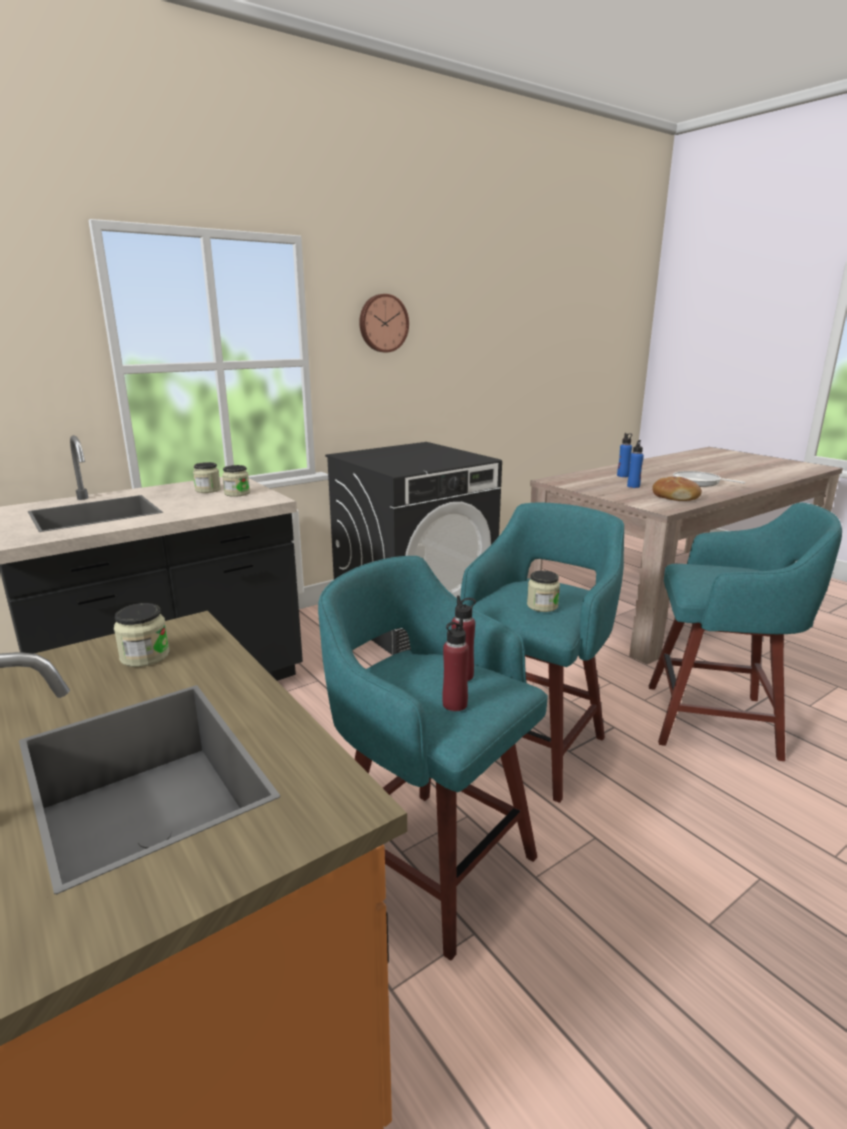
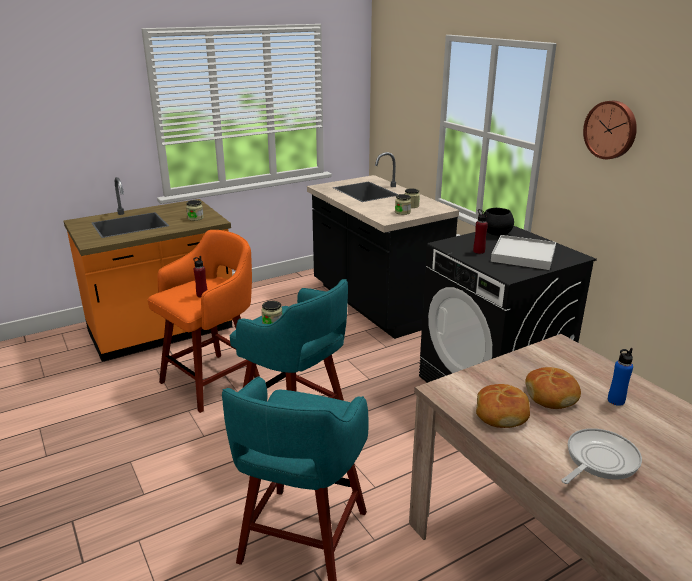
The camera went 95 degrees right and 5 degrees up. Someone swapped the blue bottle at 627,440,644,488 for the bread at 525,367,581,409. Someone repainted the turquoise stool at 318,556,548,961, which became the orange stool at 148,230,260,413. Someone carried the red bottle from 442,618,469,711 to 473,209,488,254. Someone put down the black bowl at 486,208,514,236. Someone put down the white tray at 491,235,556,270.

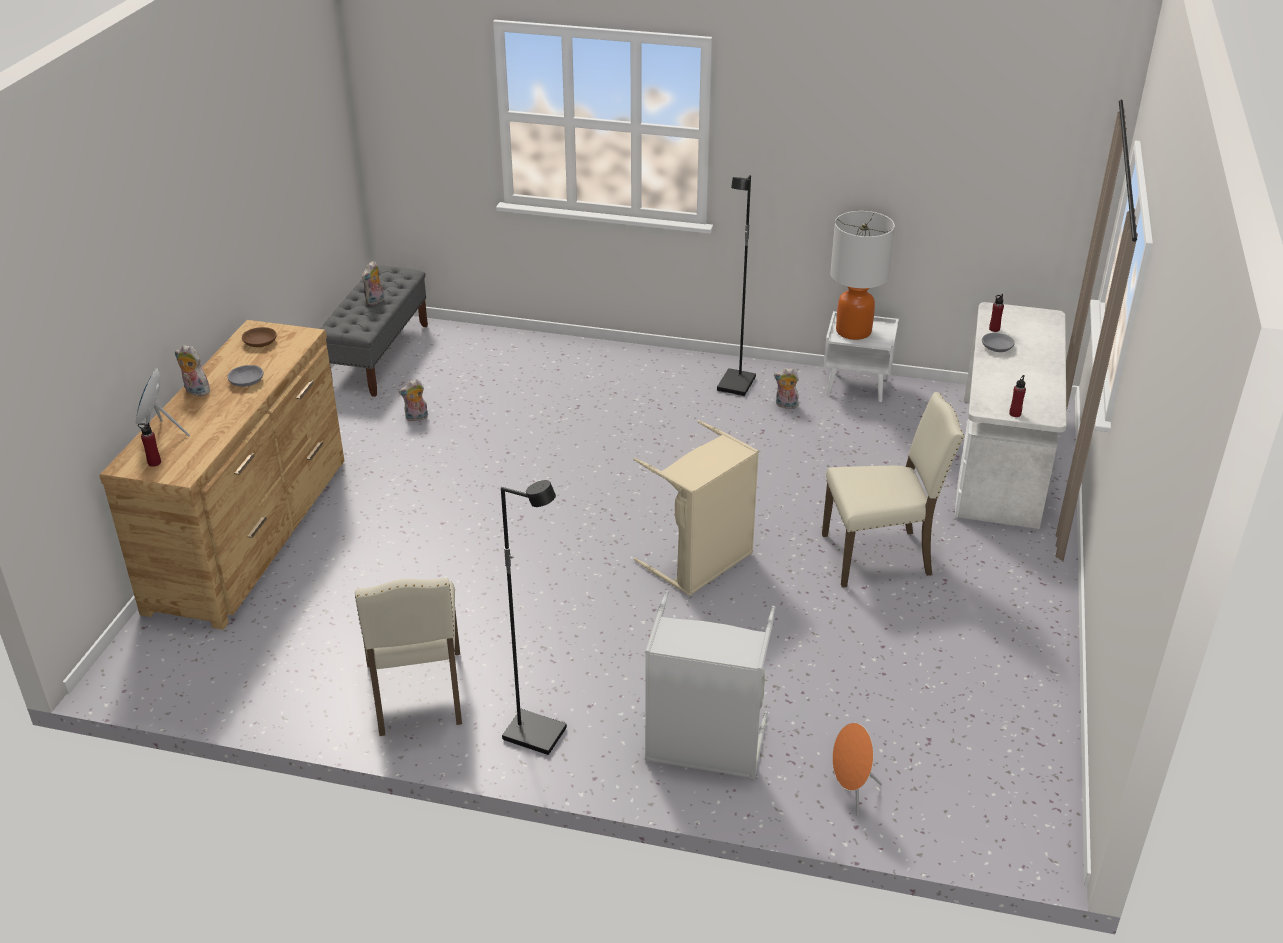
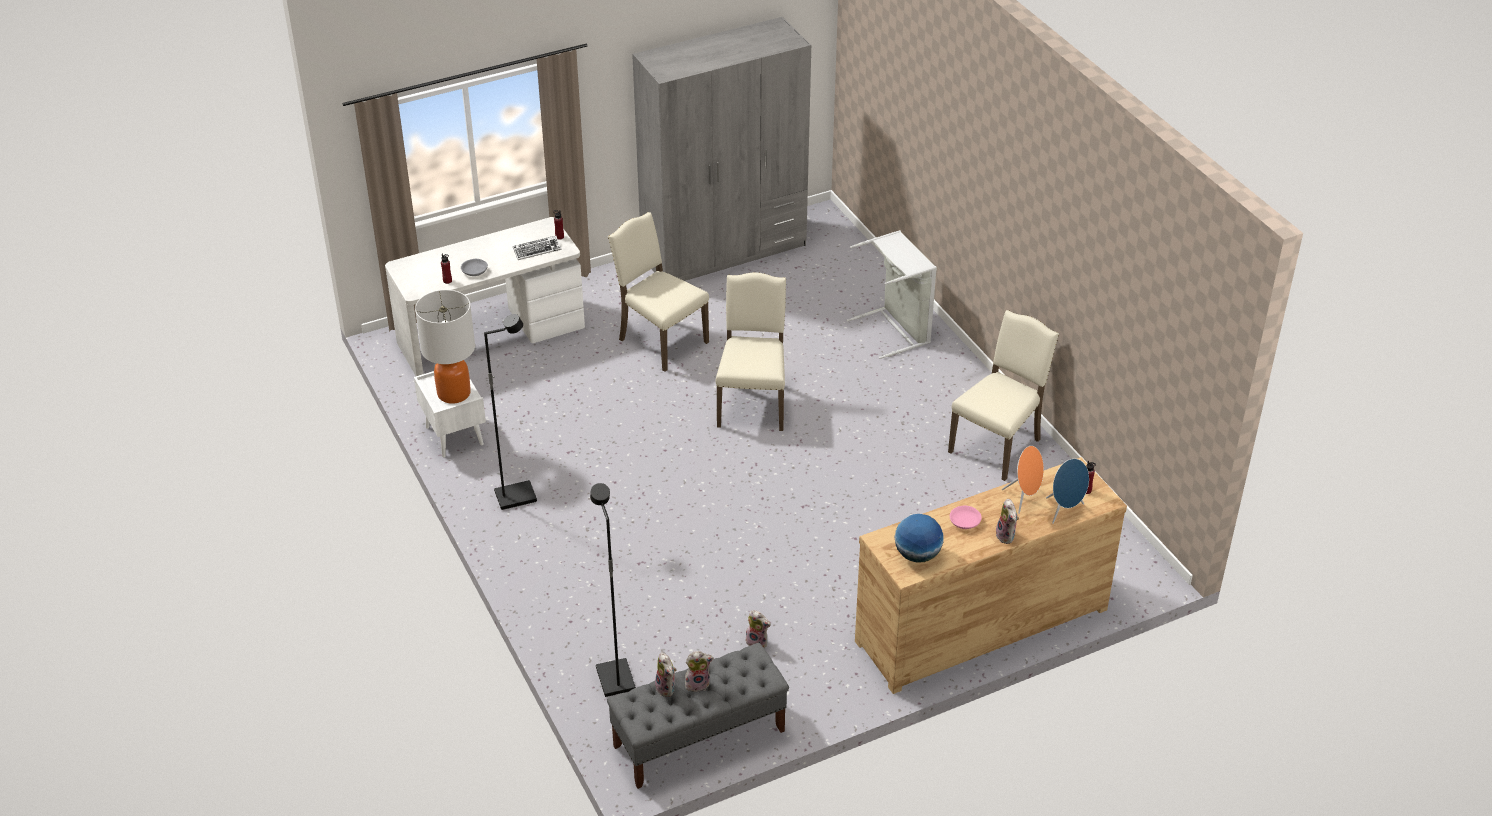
The camera went 130 degrees left and 5 degrees up. Someone swapped the brown bowl at 242,327,277,347 for the globe at 895,514,943,563. Someone repainted the grey bowl at 227,365,263,387, which became the pink bowl at 950,506,982,529. Someone carried the plush toy from 774,368,799,409 to 655,652,677,697. Someone swapped the beige laundry basket at 633,420,759,596 for the beige chair at 716,272,786,431. Someone carried the black floor lamp from 501,480,567,755 to 590,483,636,697. Someone carried the orange speaker from 832,723,882,816 to 1002,446,1044,514. Someone put down the grey wardrobe at 632,17,811,281. Someone put down the keyboard at 513,236,561,260.

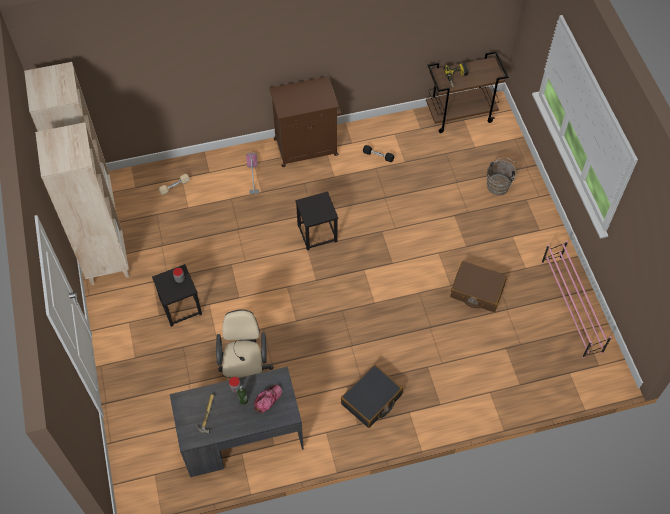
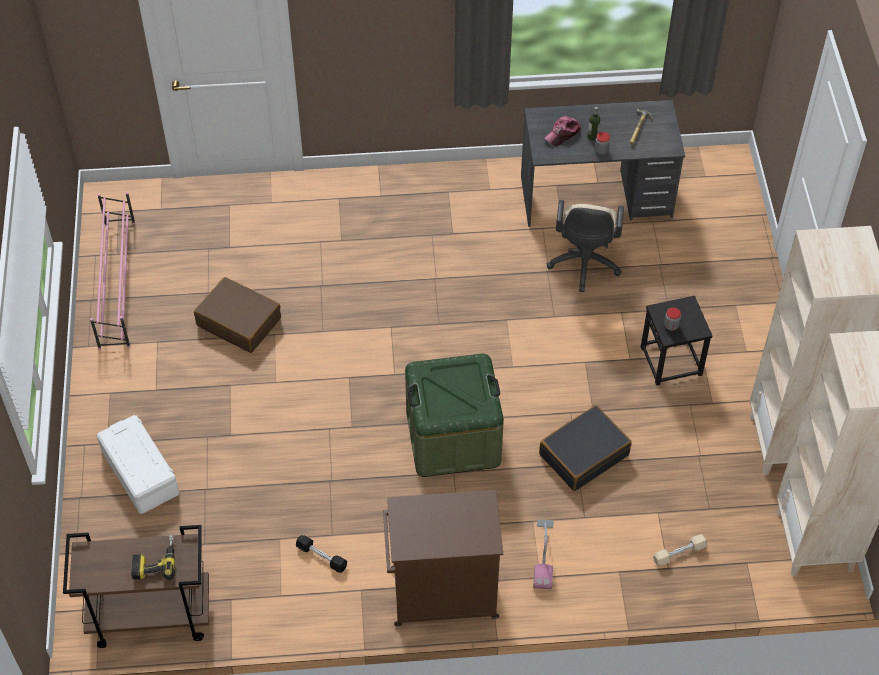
The camera went 170 degrees left and 5 degrees down. Someone swapped the brown bucket at 486,158,519,195 for the white storage box at 97,415,179,514. Someone swapped the black stool at 295,191,338,250 for the green storage box at 405,353,504,477. Someone carried the black suitcase from 341,365,403,428 to 539,405,632,491.

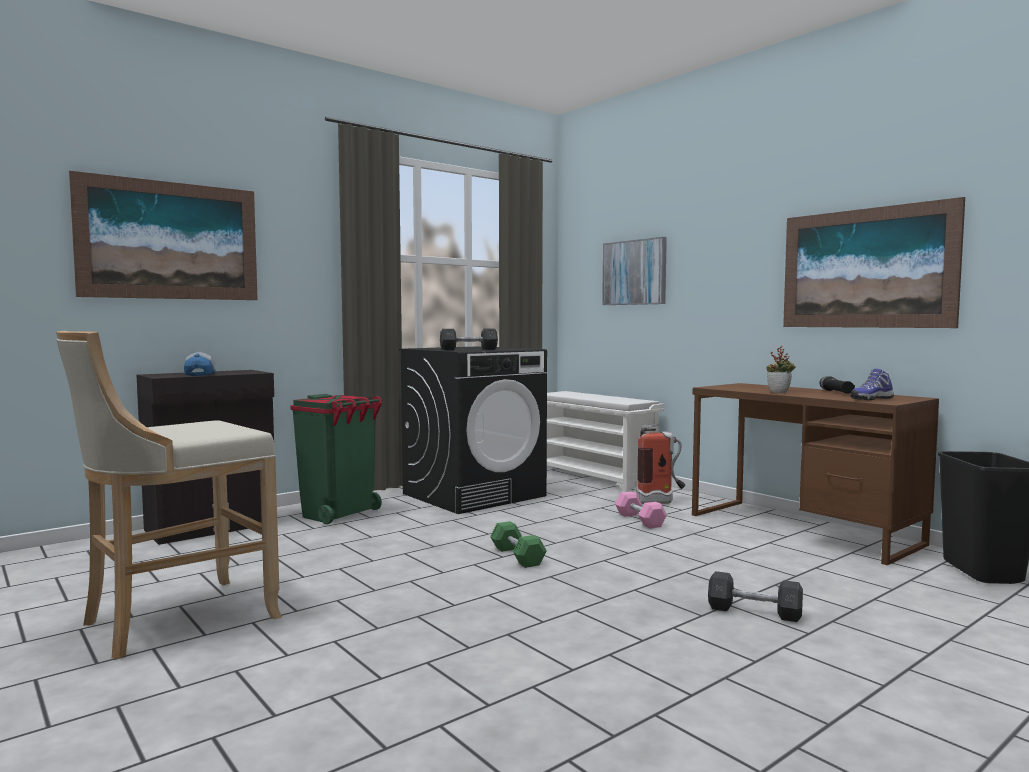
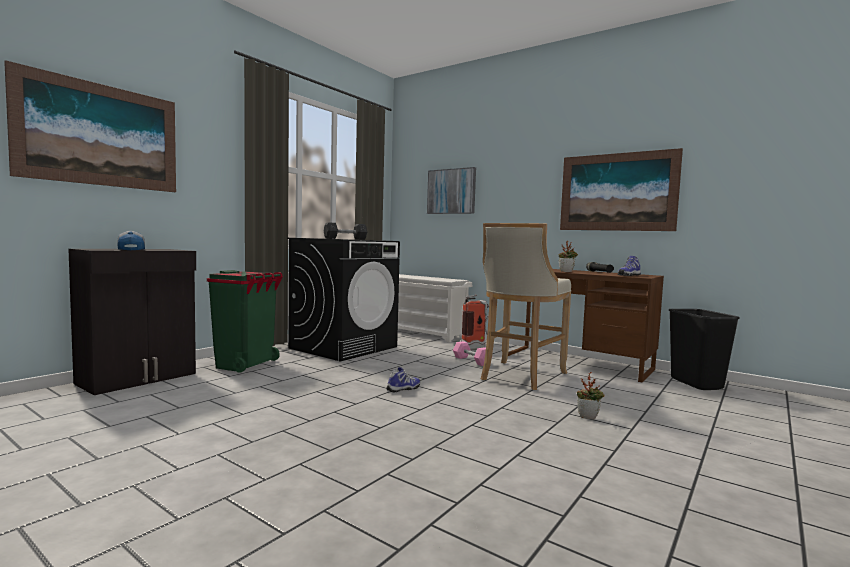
The camera went 15 degrees left and 0 degrees up. Someone carried the beige stool from 56,331,282,659 to 481,223,571,390. Someone swapped the green dumbbell at 490,521,547,568 for the shoe at 386,367,420,392. Someone swapped the grey dumbbell at 708,571,803,622 for the potted plant at 577,372,605,419.

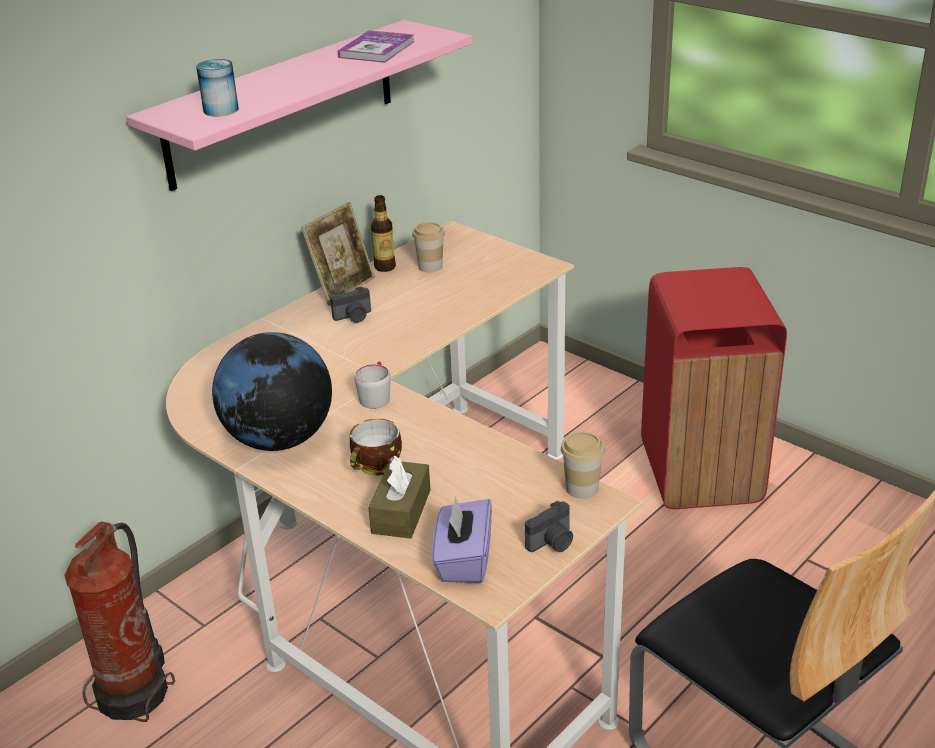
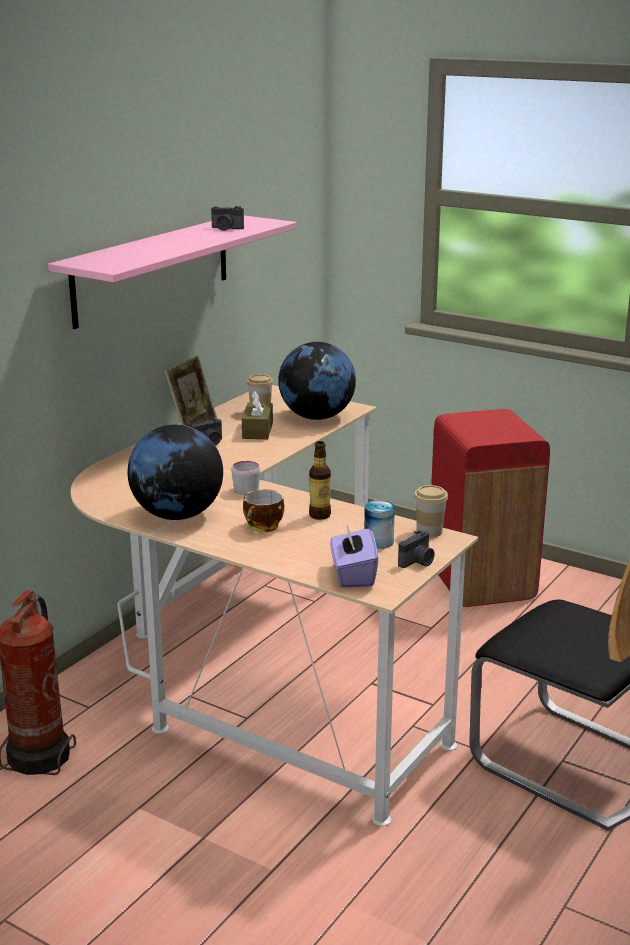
The camera went 10 degrees left and 10 degrees down. Someone swapped the book at 338,30,414,63 for the photo camera at 211,206,244,231. Someone carried the can from 196,59,239,116 to 364,500,395,549. Someone carried the bottle from 371,195,396,272 to 309,441,331,520. Someone carried the brown tissue box from 368,456,430,539 to 242,391,273,439. Someone put down the globe at 278,342,356,420.

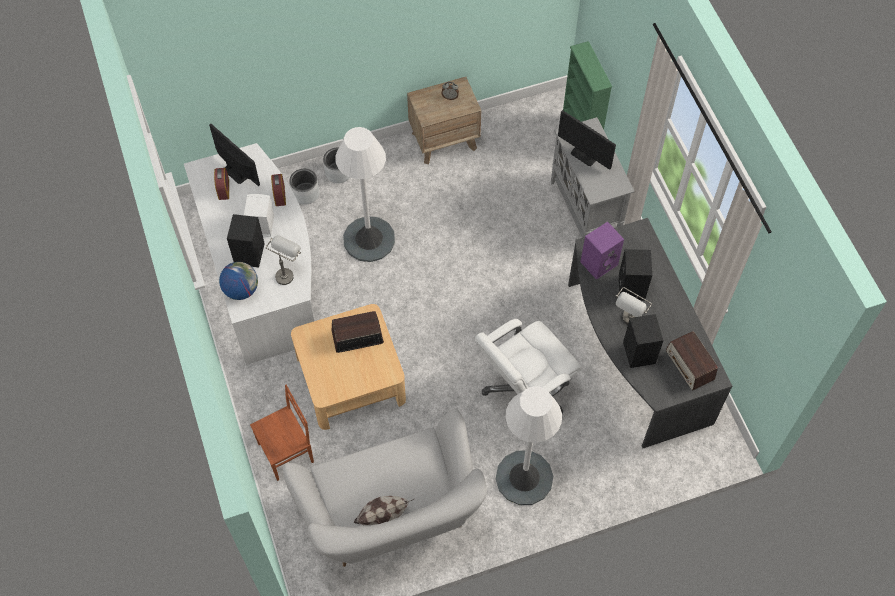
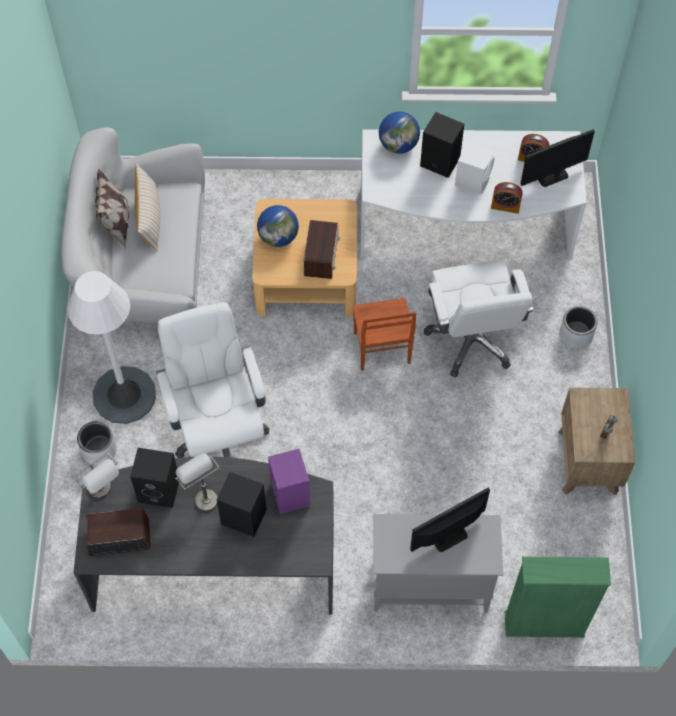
The camera went 110 degrees right and 0 degrees up. Someone swapped the white floor lamp at 335,127,395,262 for the white office chair at 424,260,534,377. Someone carried the grey planter from 289,169,320,204 to 77,421,117,465. Someone carried the grey table lamp from 266,236,301,285 to 75,453,119,499. Someone carried the brown chair from 250,385,314,481 to 353,298,416,371. Someone put down the beige pillow at 135,163,160,251. Someone put down the globe at 257,205,299,247.

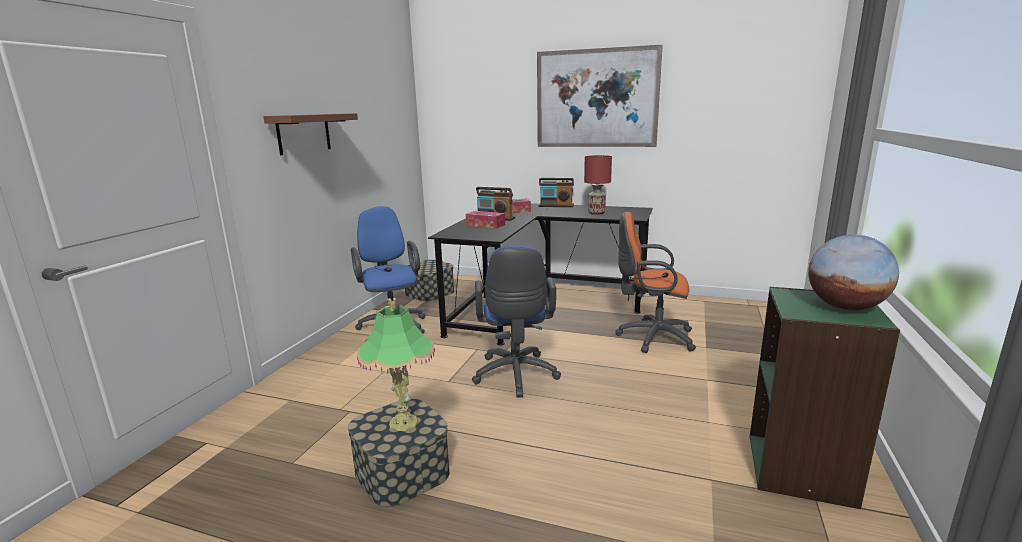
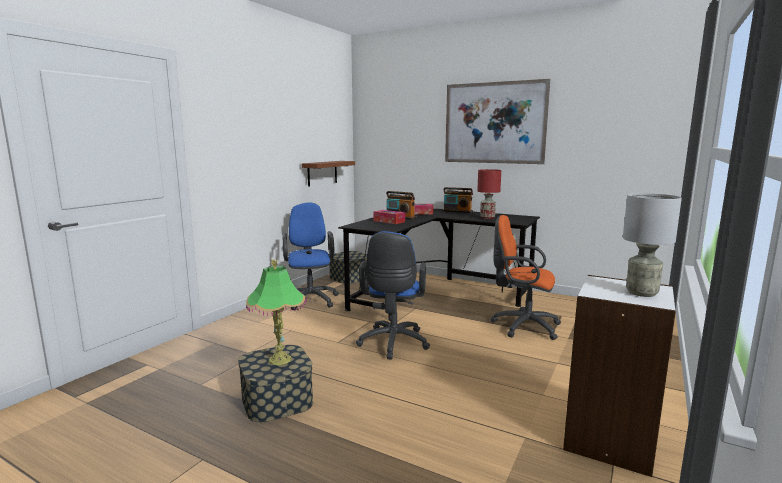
The camera went 10 degrees right and 5 degrees down. Someone carried the brown shelf from 263,113,358,155 to 302,161,355,187. Someone swapped the globe at 808,235,899,310 for the grey table lamp at 623,193,682,297. Someone repainted the green bookcase at 750,287,900,509, which became the white bookcase at 563,275,676,477.

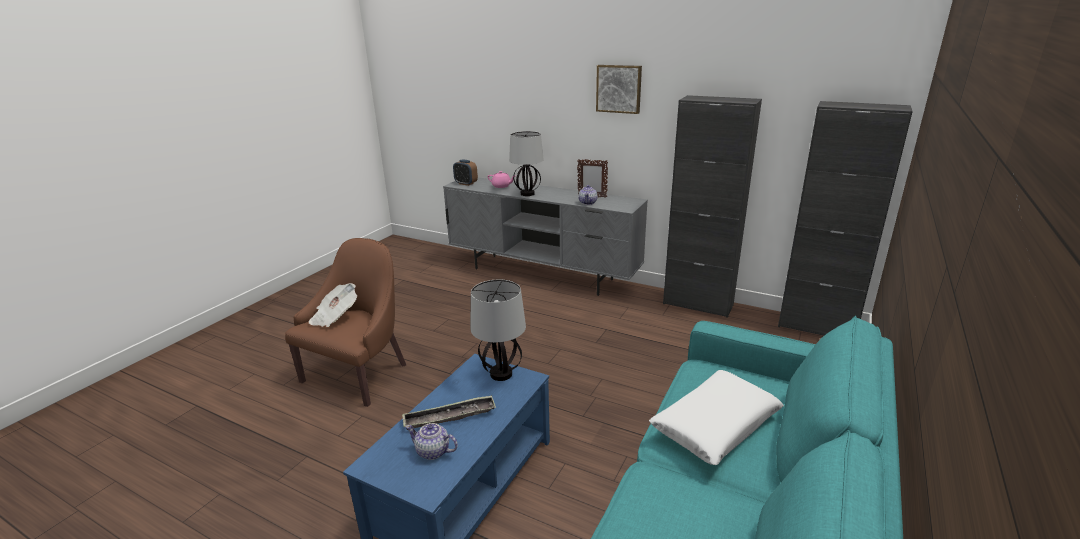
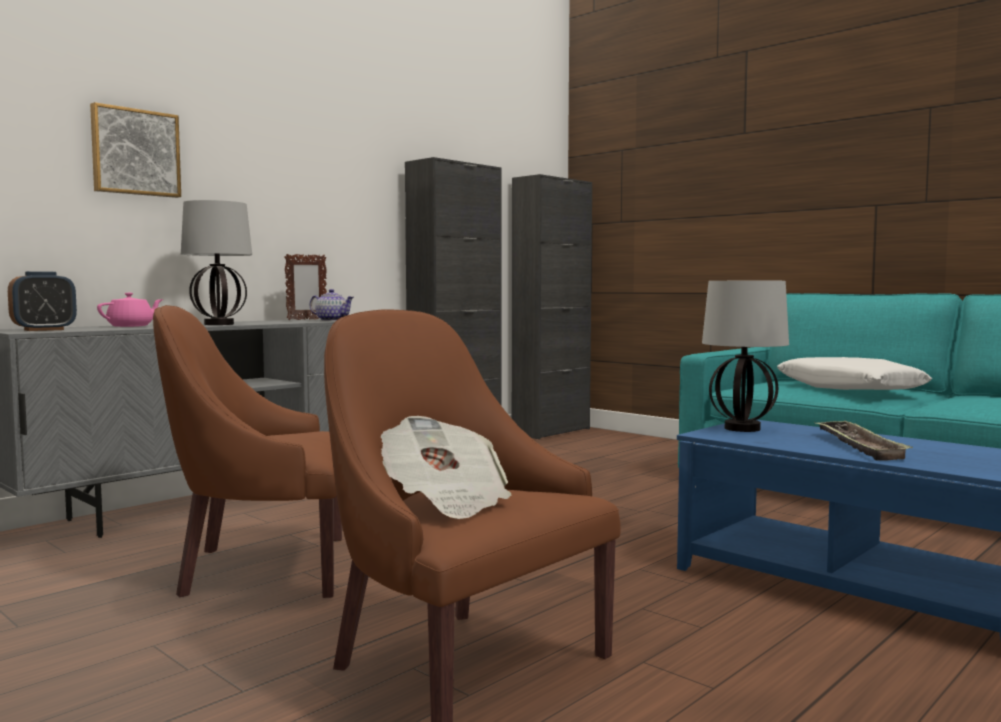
The camera went 75 degrees left and 20 degrees down. Someone carried the picture from 596,65,642,114 to 90,102,181,198. Someone took away the teapot at 405,423,458,460. Someone put down the brown armchair at 153,305,342,598.

